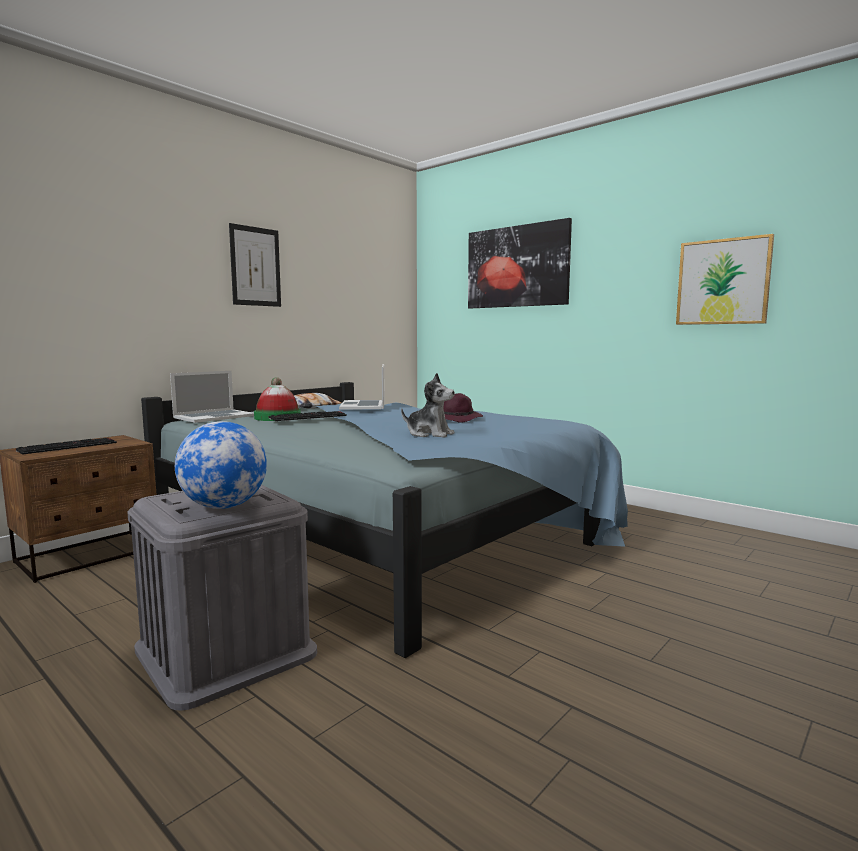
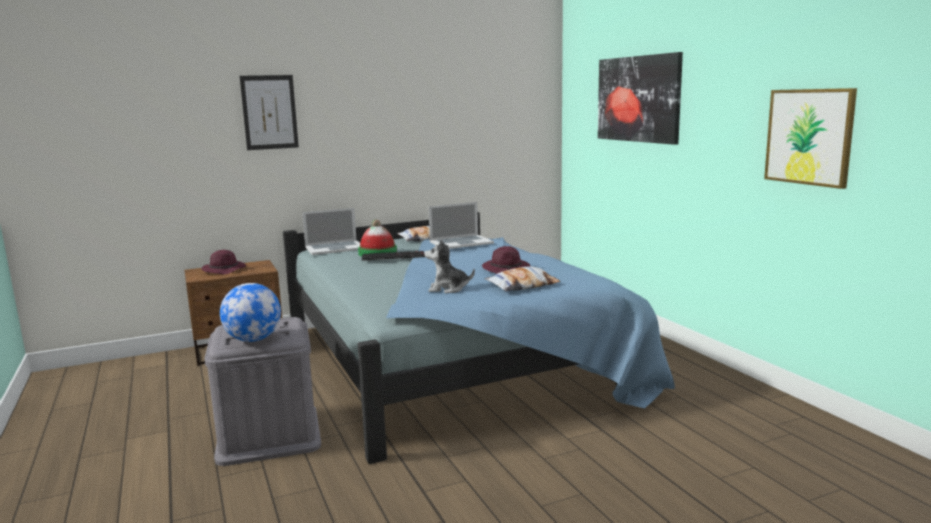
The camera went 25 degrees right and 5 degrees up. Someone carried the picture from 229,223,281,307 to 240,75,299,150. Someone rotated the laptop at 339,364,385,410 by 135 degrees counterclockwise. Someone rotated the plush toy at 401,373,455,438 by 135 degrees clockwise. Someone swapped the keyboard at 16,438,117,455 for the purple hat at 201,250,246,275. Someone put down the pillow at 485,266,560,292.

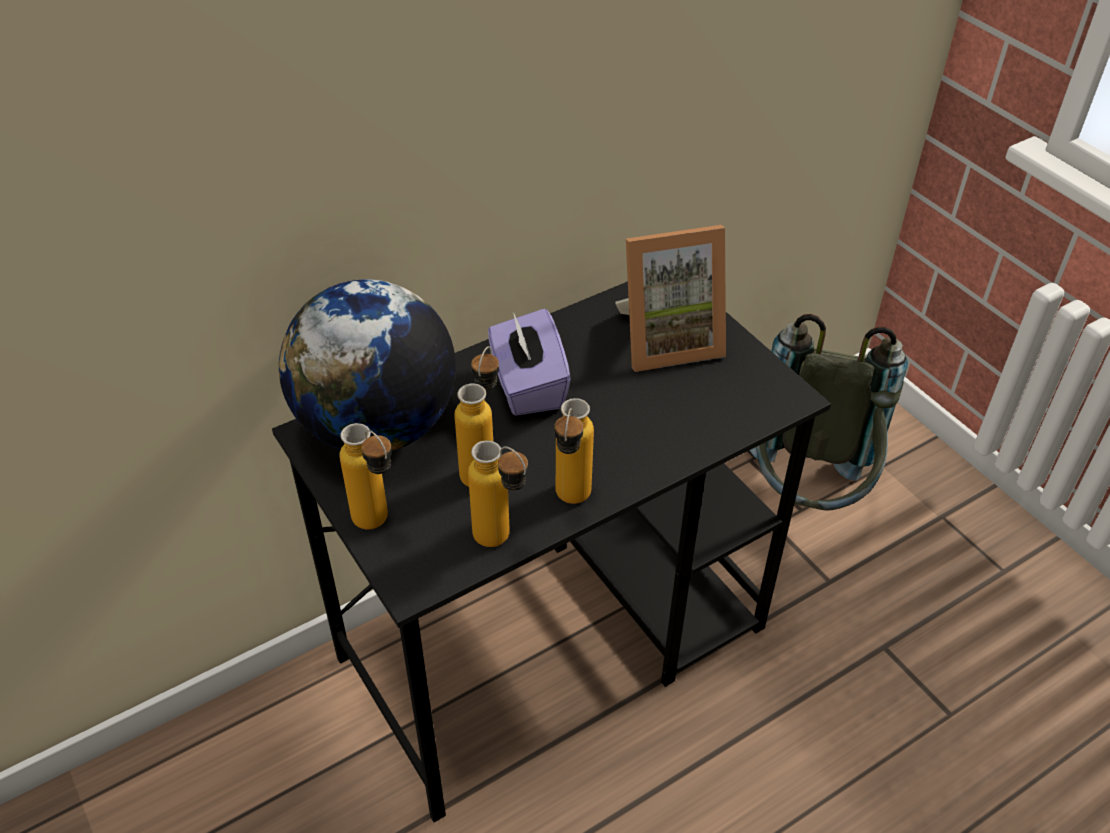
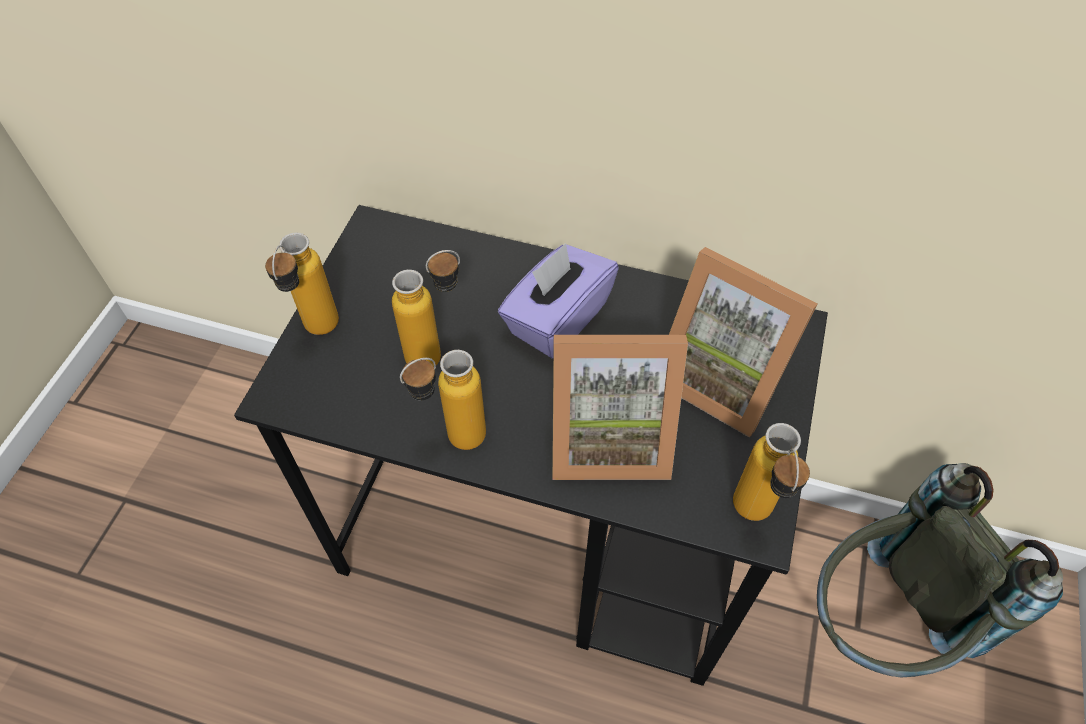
The camera went 50 degrees right and 10 degrees up. Someone took away the globe at 279,279,456,451. Someone carried the bottle from 468,440,528,547 to 733,423,810,521. Someone put down the picture frame at 552,335,688,480.

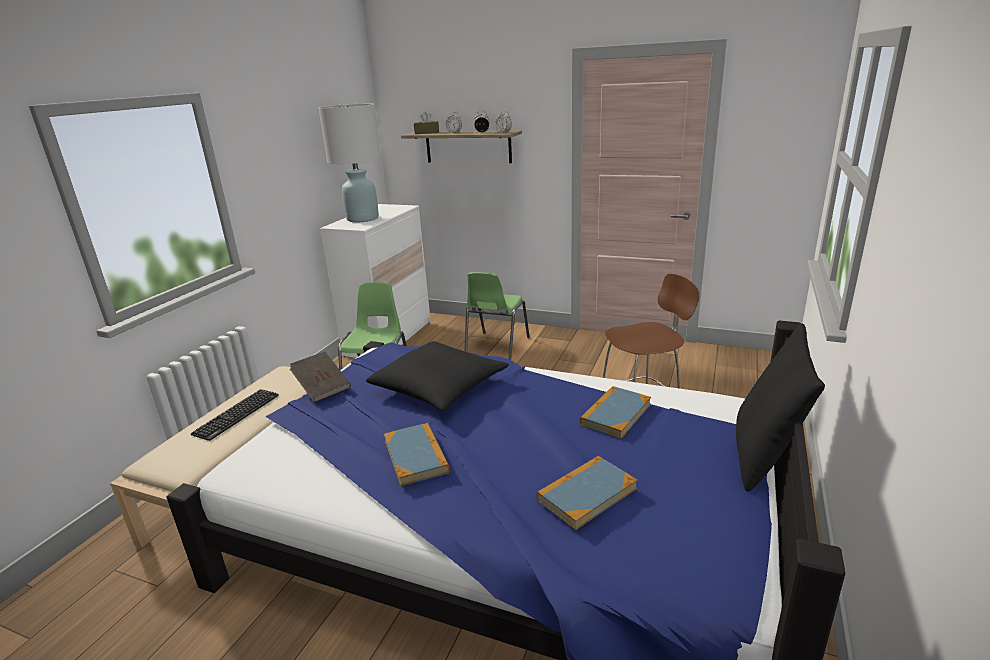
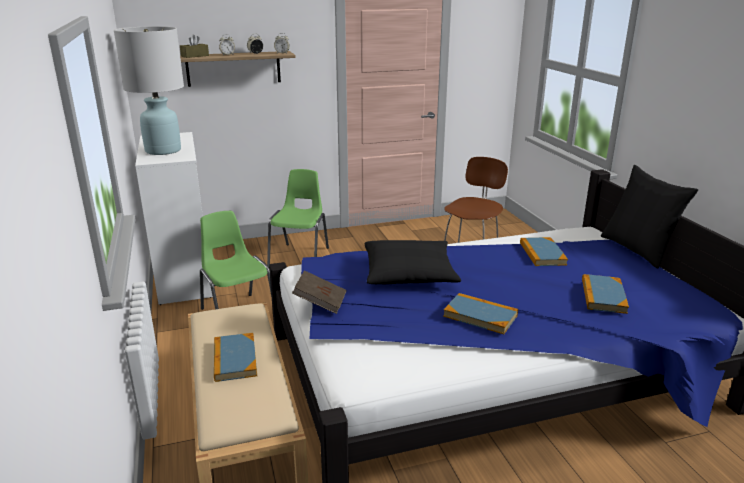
The camera went 40 degrees left and 0 degrees up. Someone rotated the green chair at 464,272,530,360 by 150 degrees counterclockwise. Someone swapped the keyboard at 191,389,279,441 for the book at 214,333,257,382.

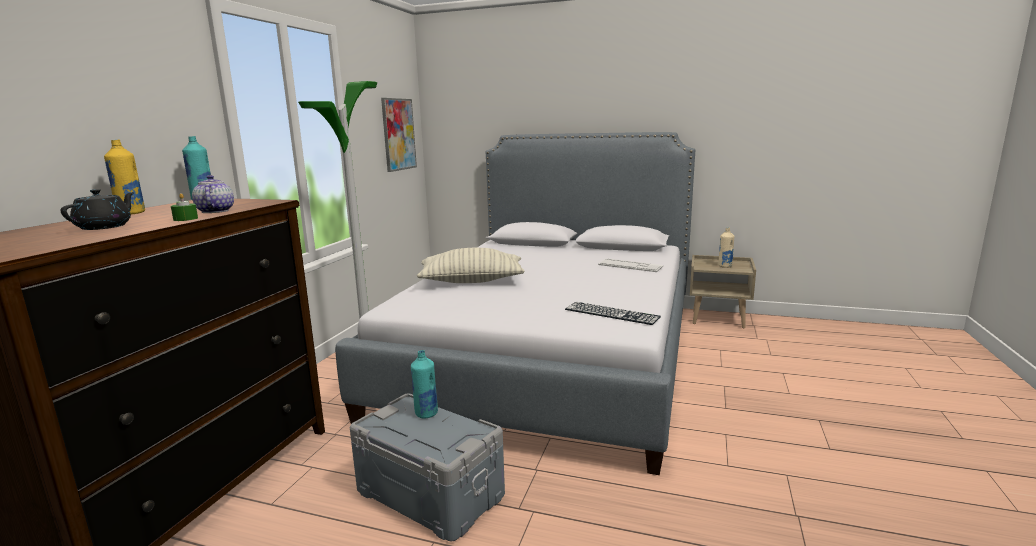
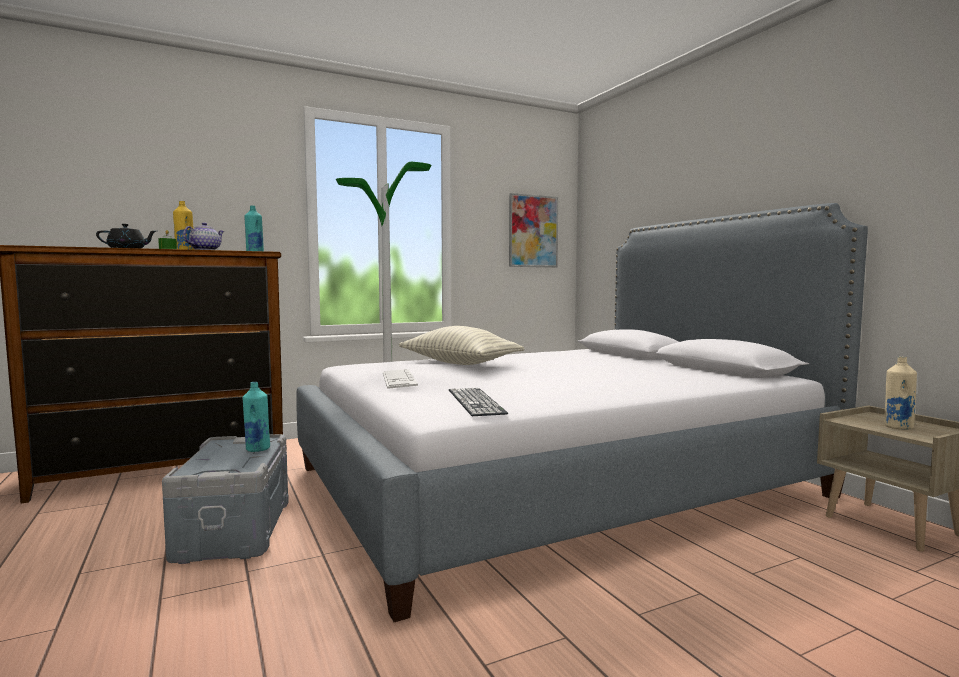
The camera went 45 degrees right and 10 degrees down. Someone carried the keyboard from 598,258,663,272 to 383,369,418,389.

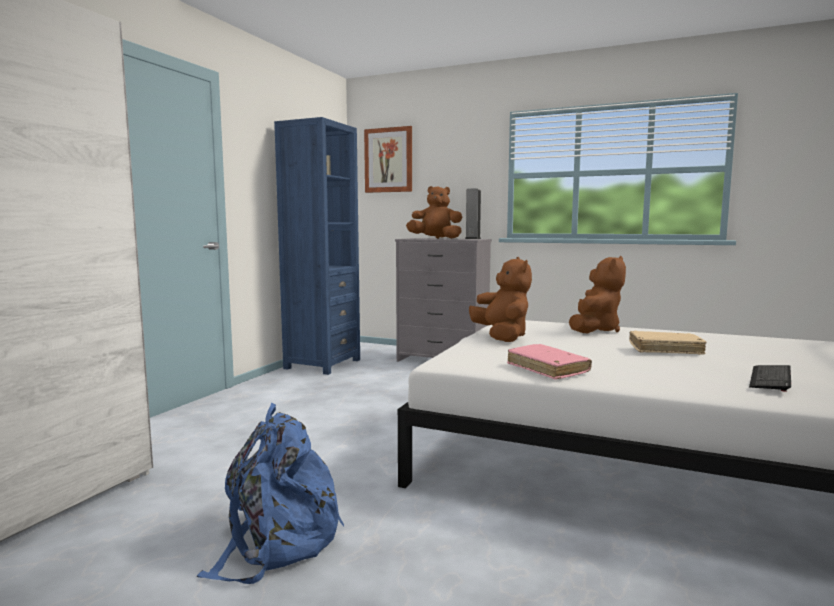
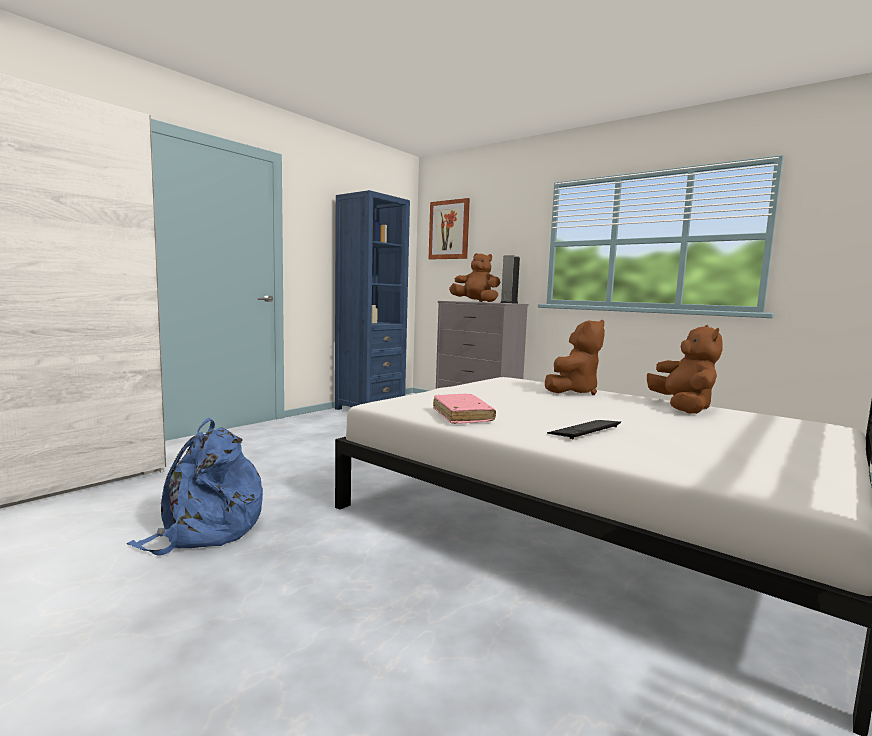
The camera went 15 degrees right and 0 degrees up. Someone carried the brown plush toy from 469,257,532,342 to 647,325,723,414. Someone took away the beige book at 629,330,707,355. Someone carried the keyboard from 749,365,791,392 to 547,420,621,440.

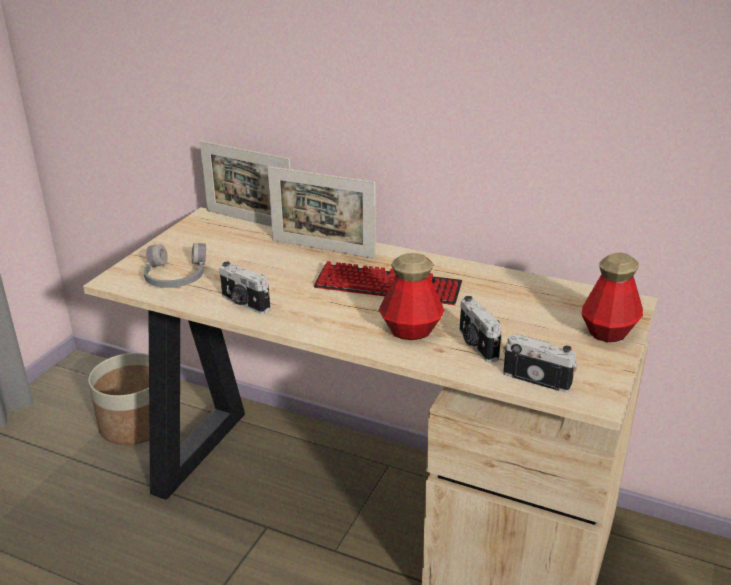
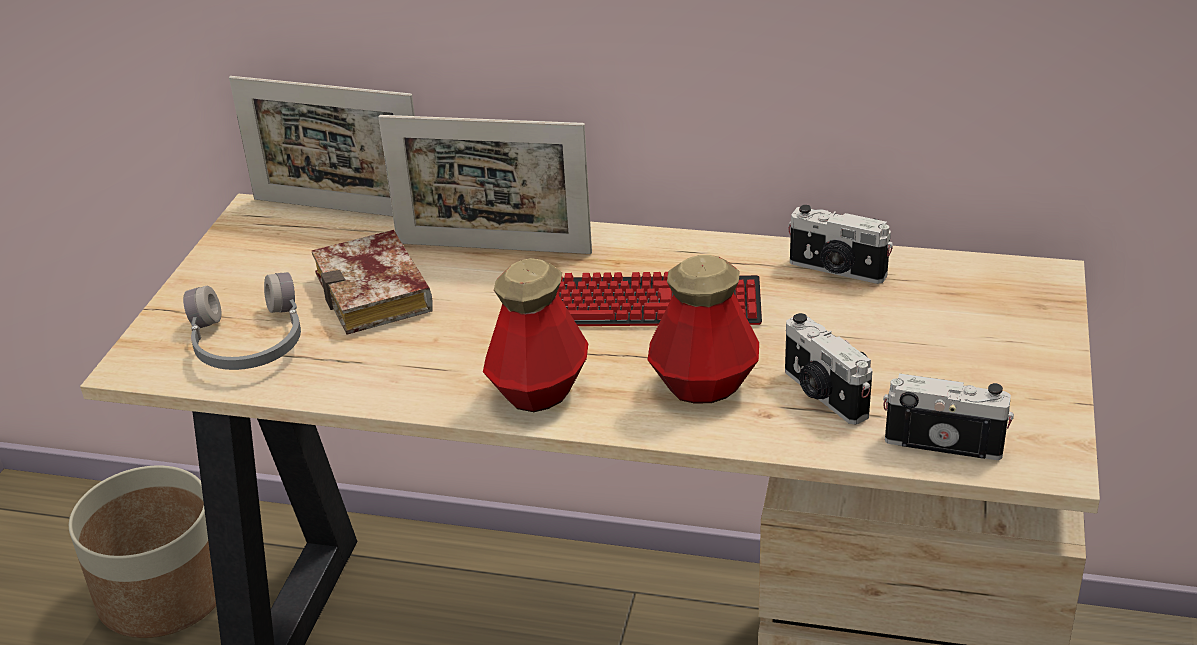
The camera went 10 degrees left and 5 degrees up. Someone carried the bottle from 582,252,643,342 to 483,258,588,412. Someone carried the photo camera from 219,262,270,314 to 788,205,893,284. Someone put down the book at 312,230,433,334.

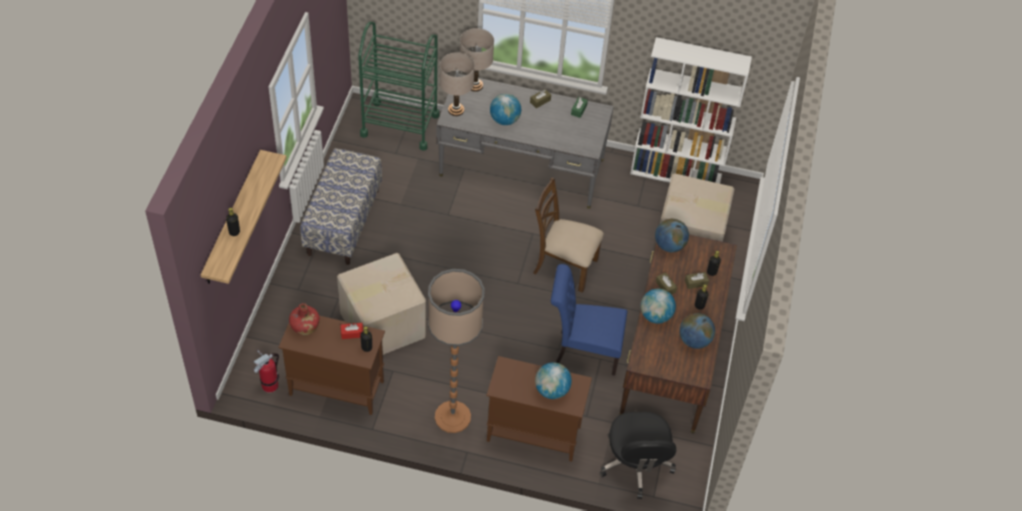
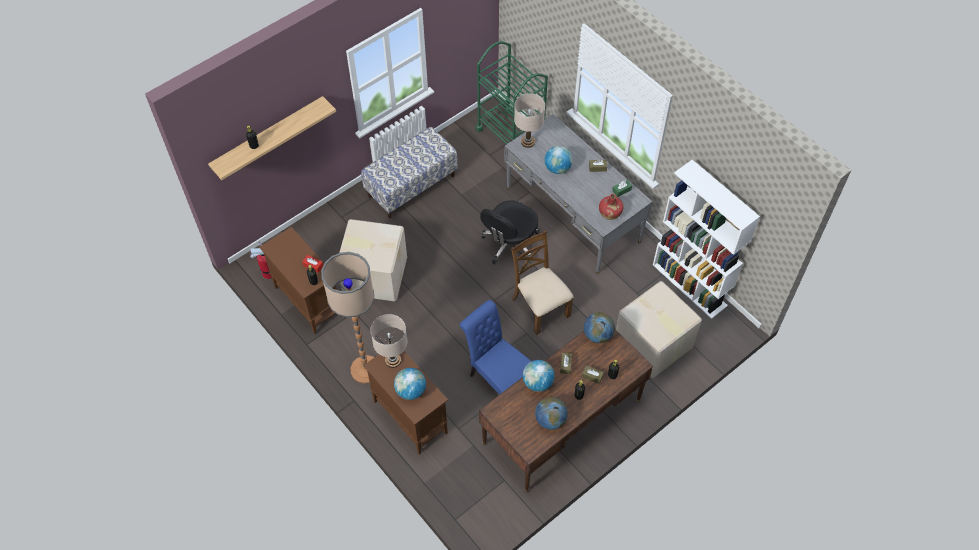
The camera went 40 degrees right and 5 degrees up. Someone carried the beige table lamp from 460,28,494,92 to 371,314,408,368. Someone carried the red bottle from 289,303,320,335 to 599,194,623,220. Someone carried the black office chair from 599,412,676,499 to 480,200,541,264.

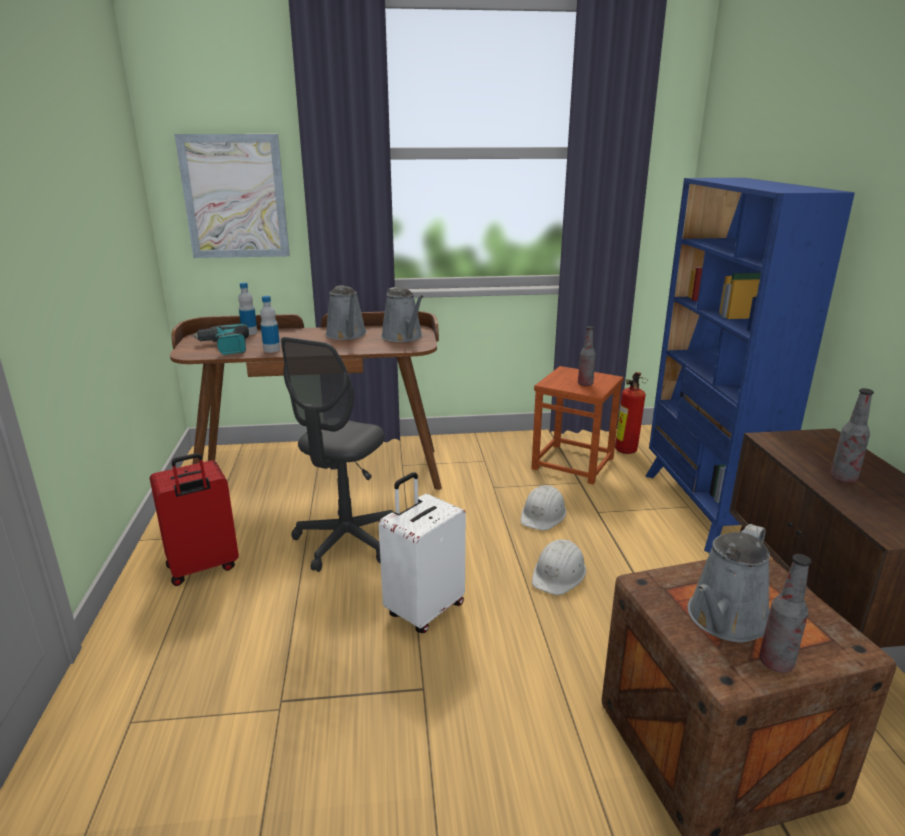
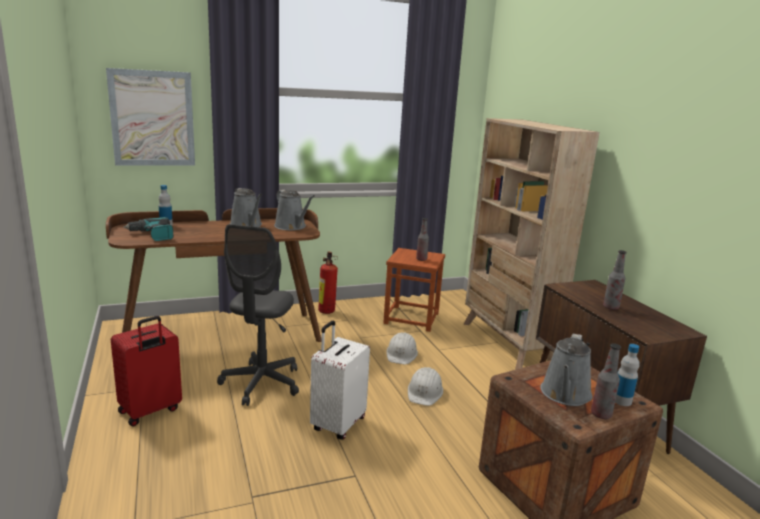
The camera went 15 degrees left and 5 degrees down. Someone repainted the blue bookcase at 645,178,855,553, which became the beige bookcase at 464,118,600,370. Someone carried the bottle from 260,296,280,353 to 615,344,639,406. Someone carried the fire extinguisher from 615,372,648,454 to 318,252,338,314.

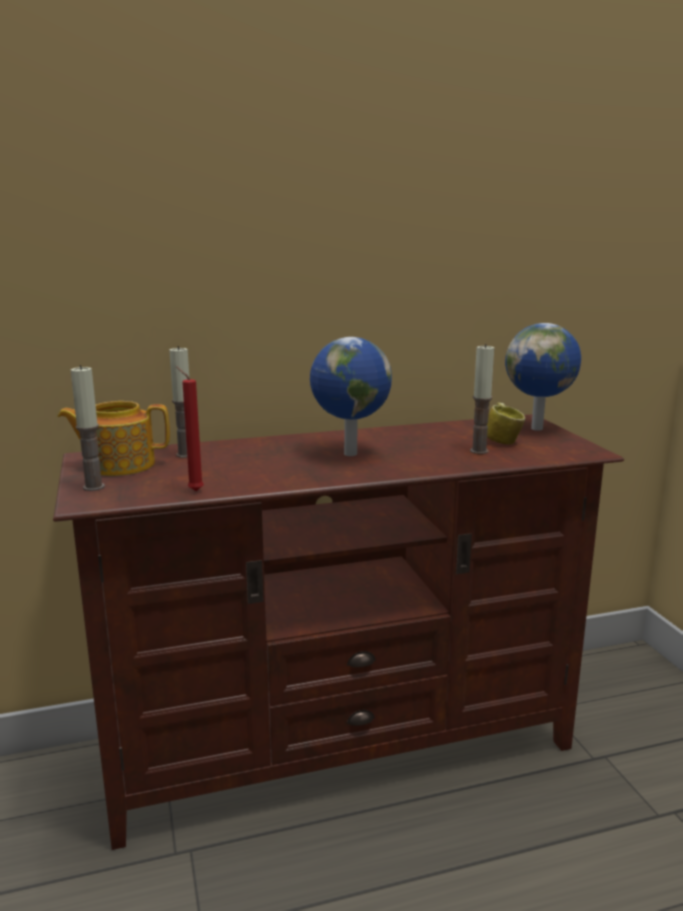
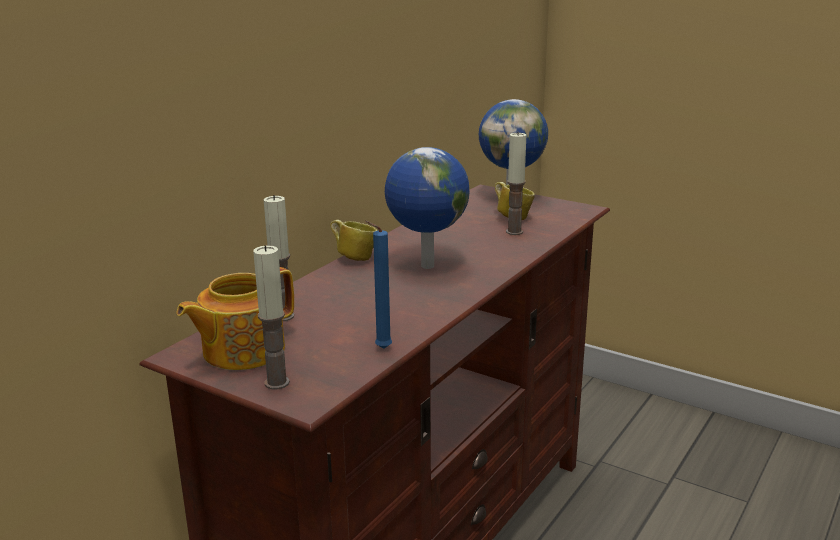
The camera went 40 degrees left and 5 degrees up. Someone repainted the red candle at 176,367,204,491, which became the blue candle at 365,221,392,349. Someone put down the mug at 330,220,378,261.

